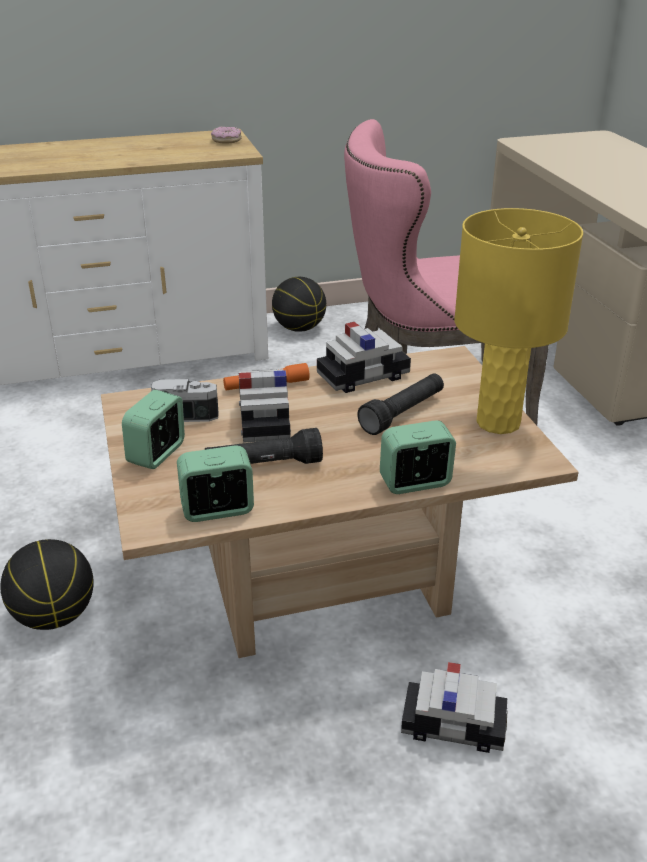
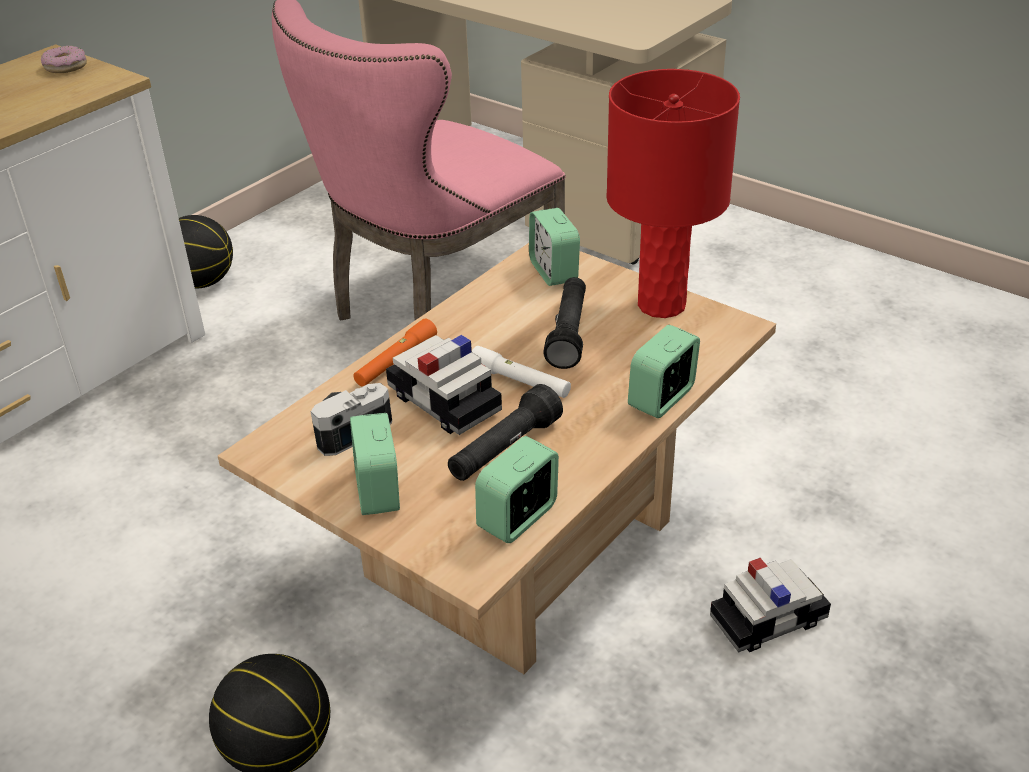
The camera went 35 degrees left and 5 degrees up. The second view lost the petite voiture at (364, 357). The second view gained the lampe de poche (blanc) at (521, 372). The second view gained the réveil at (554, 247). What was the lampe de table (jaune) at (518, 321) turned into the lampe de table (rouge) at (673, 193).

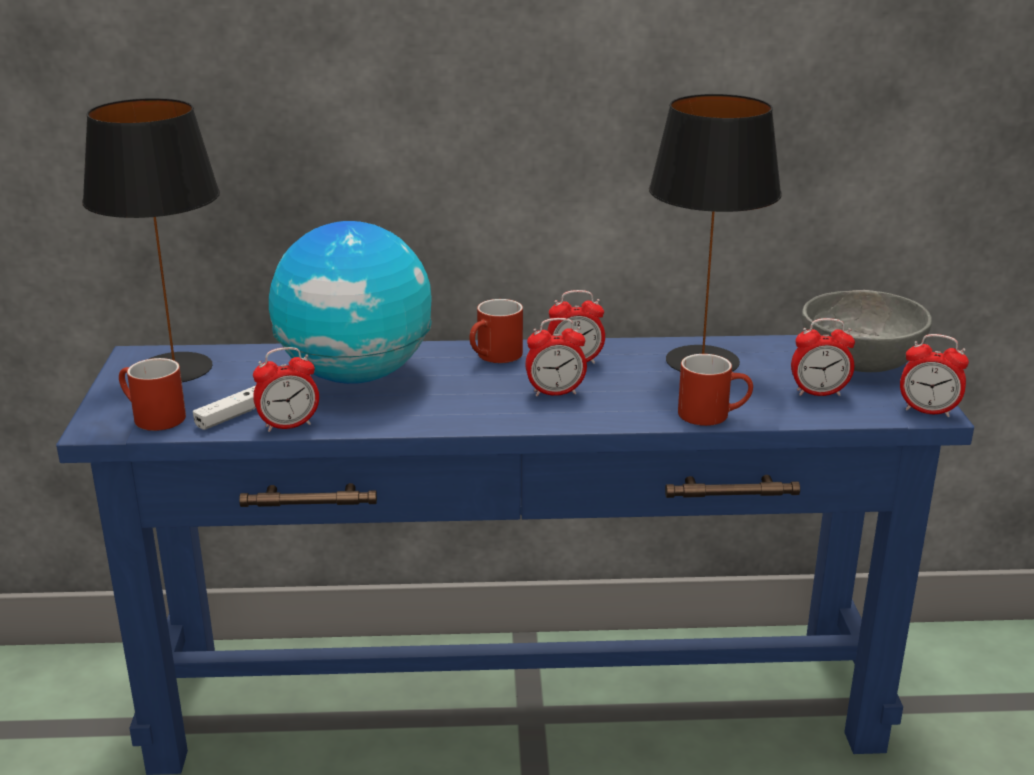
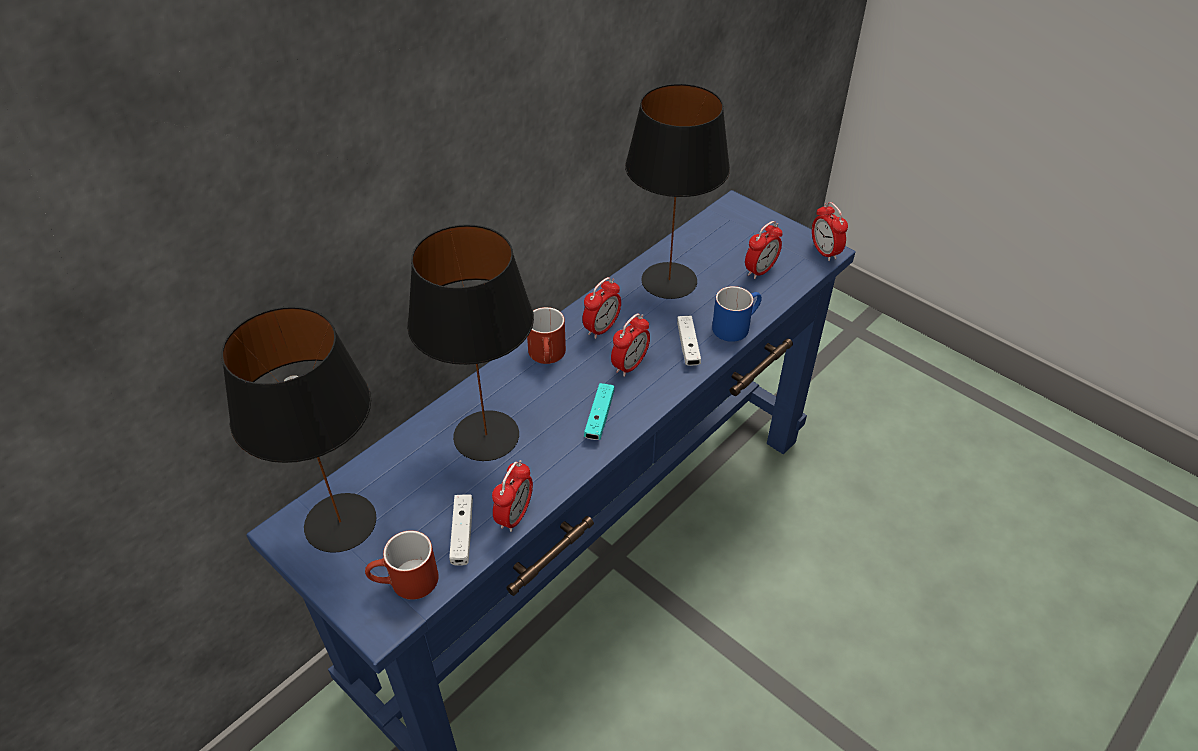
The camera went 45 degrees left and 20 degrees up. The second view lost the bol (gris) at (867, 331). The second view gained the manette (turquoise) at (599, 411). The second view gained the manette (blanc) at (689, 341). Where the globe stood at (350, 302), the lampe de table (noir) came to stand at (470, 342). What was the mug (rouge) at (715, 390) turned into the mug (bleu) at (737, 314). The réveil at (934, 375) ended up facing another way, 90 degrees clockwise from before.

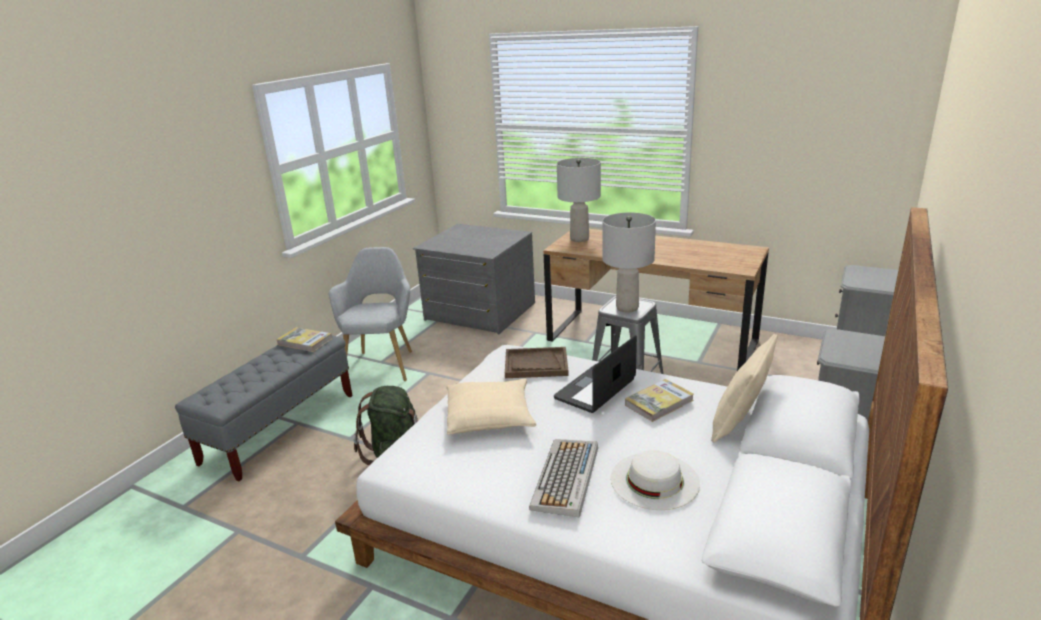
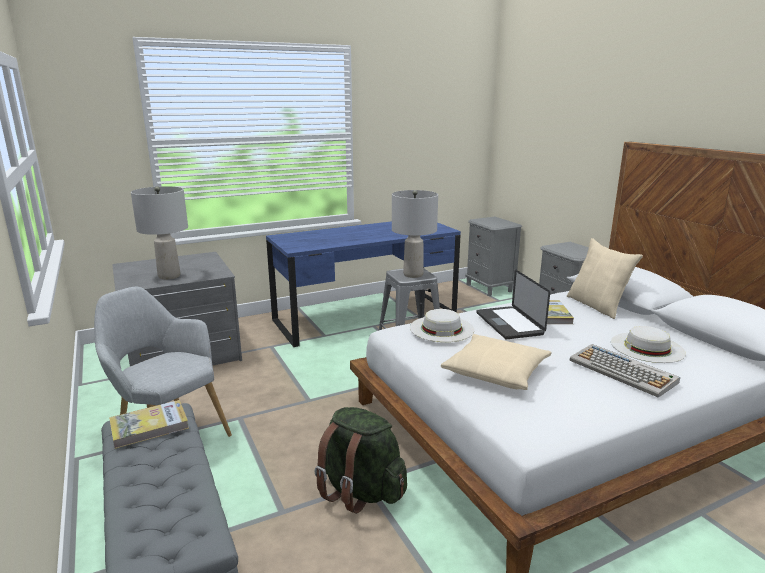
The camera went 55 degrees left and 5 degrees down. The lampe de table (gris) ended up elsewhere, having gone from (579, 200) to (159, 233). Where the plateau (marron) stood at (537, 362), the chapeau (blanc) came to stand at (442, 325). What was the bureau (marron) at (656, 300) turned into the bureau (bleu) at (363, 284).

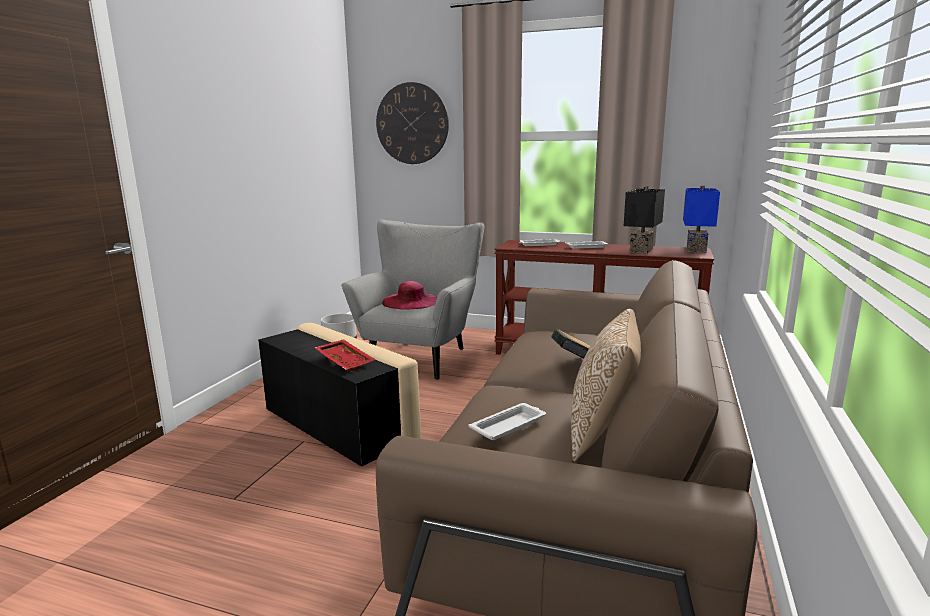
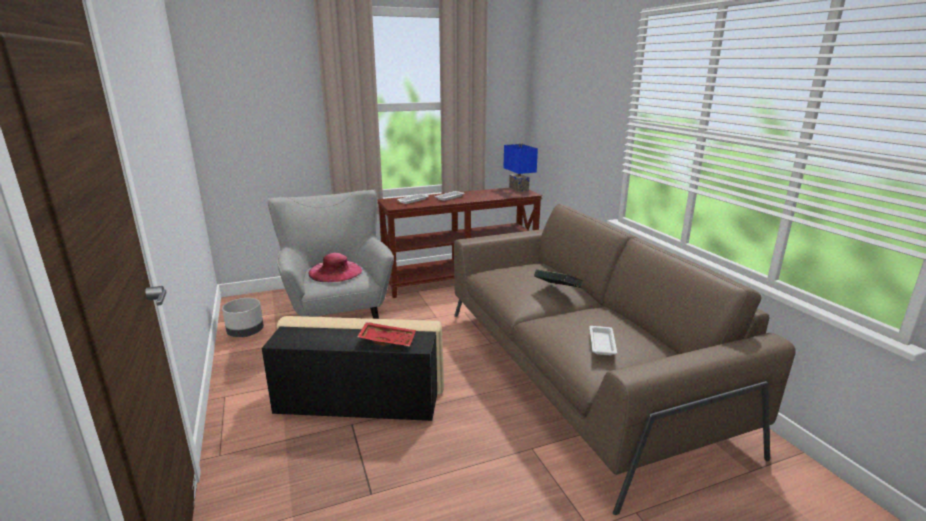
The camera went 40 degrees left and 5 degrees up. The second view lost the horloge murale at (412, 123). The second view lost the coussin at (606, 385). The second view lost the lampe de table (noir) at (644, 220).

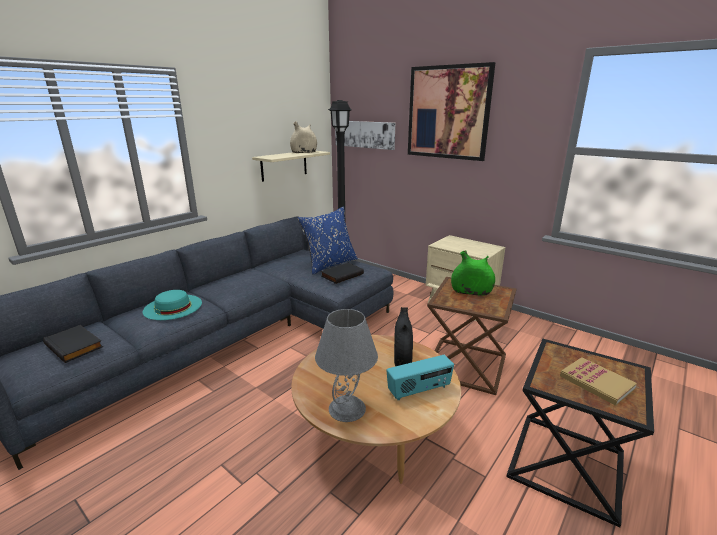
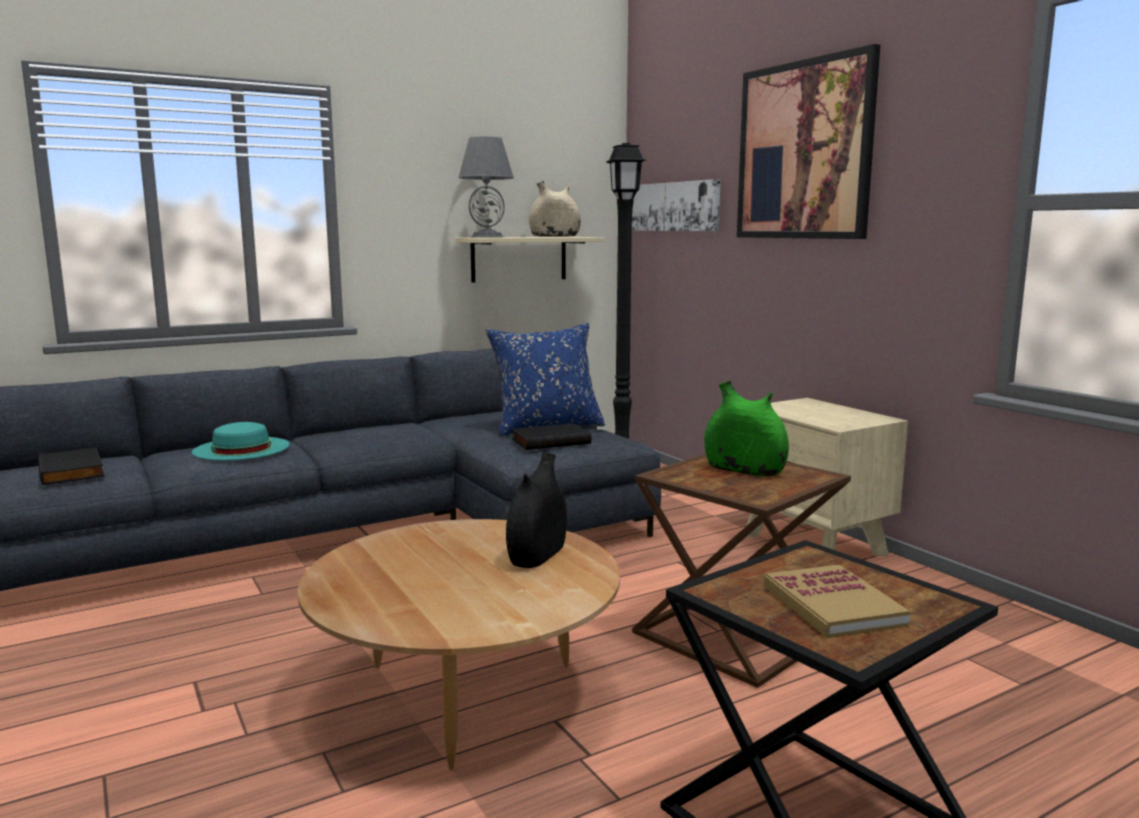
The camera went 20 degrees right and 10 degrees down. The second view lost the radio at (420, 377). The lampe de table (gris) ended up elsewhere, having gone from (346, 365) to (486, 186).

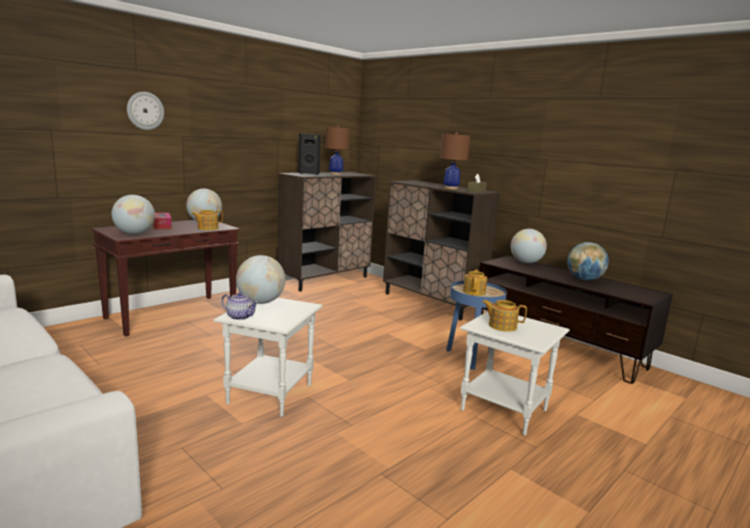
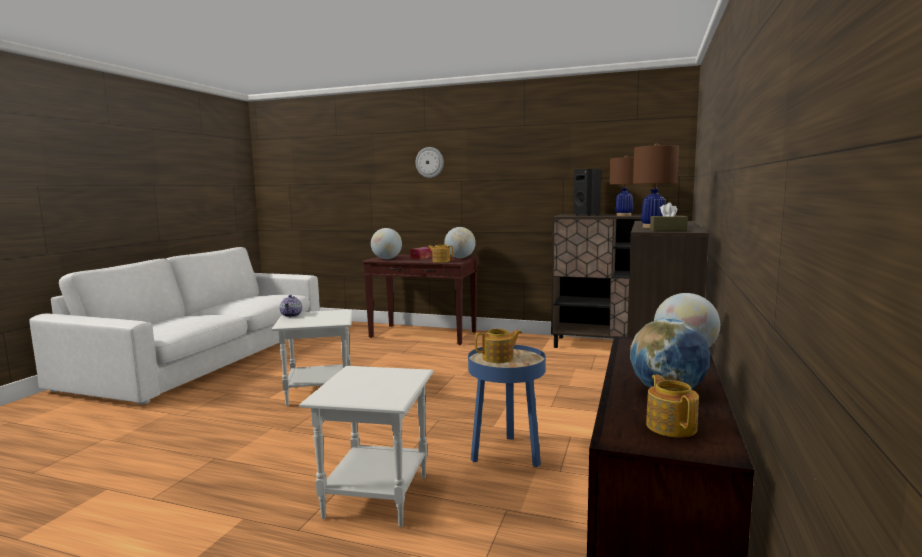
The camera went 65 degrees right and 5 degrees down. The second view lost the globe at (260, 279). The théière ended up elsewhere, having gone from (504, 316) to (672, 406).

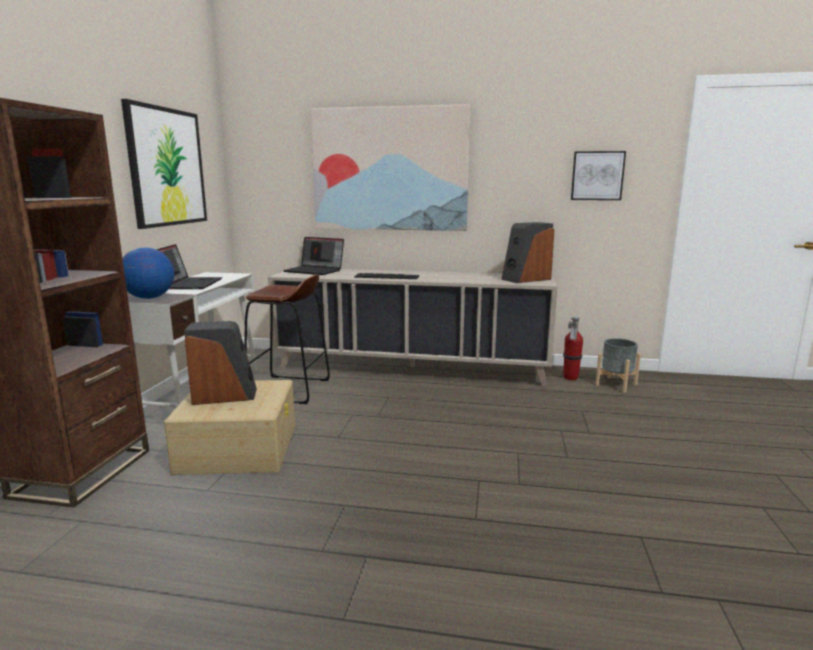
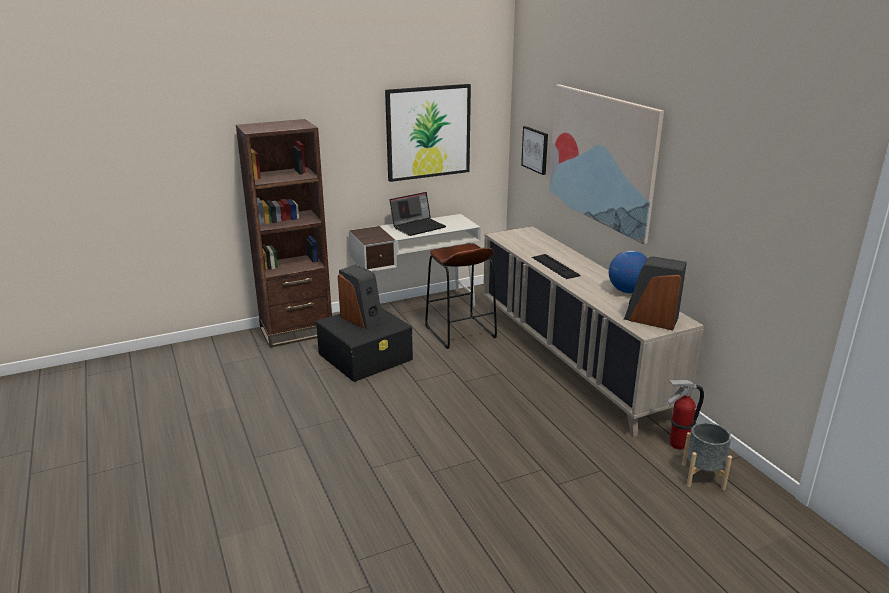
The camera went 55 degrees right and 10 degrees up. The second view lost the ordinateur portable at (313, 256). The globe ended up elsewhere, having gone from (148, 273) to (628, 271). The tableau ended up elsewhere, having gone from (598, 175) to (534, 150). What was the boîte de rangement (beige) at (229, 427) turned into the boîte de rangement (noir) at (364, 344).

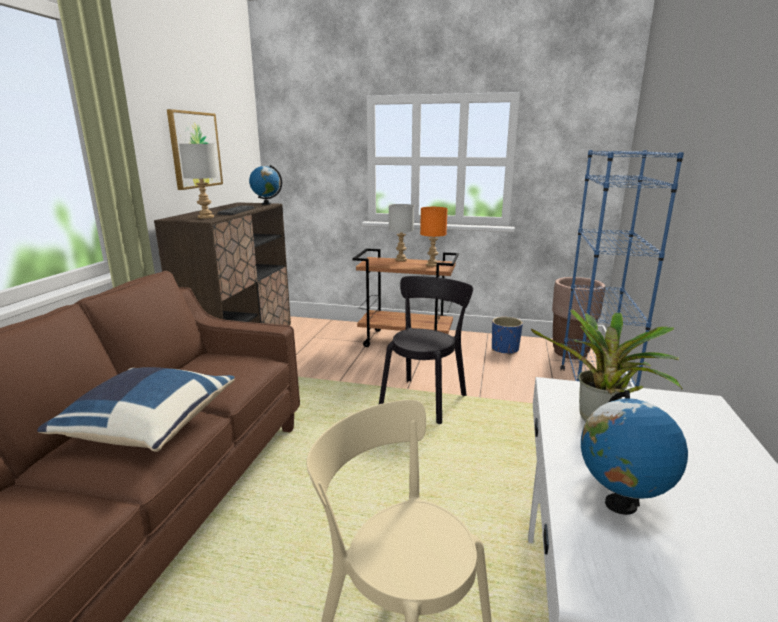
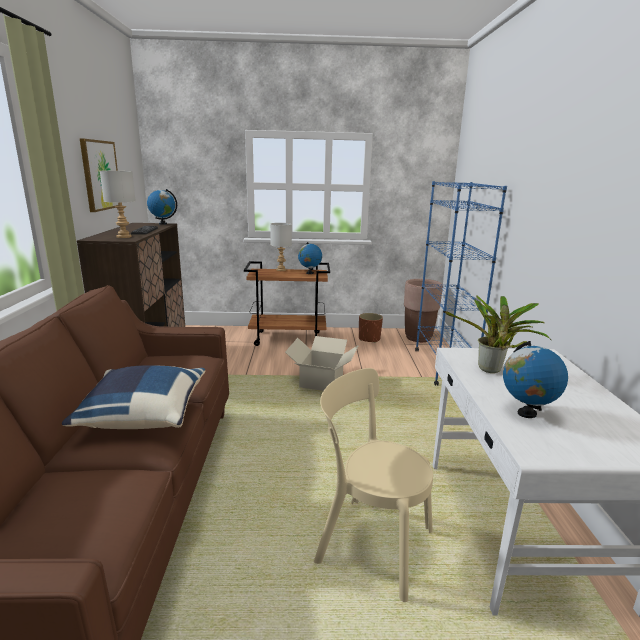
The camera went 15 degrees left and 0 degrees up. Where the chaise (noir) stood at (426, 350), the carton came to stand at (322, 363). Where the lampe de table (orange) stood at (434, 237), the globe came to stand at (310, 258). What was the cache-pot (bleu) at (507, 336) turned into the cache-pot (marron) at (371, 328).

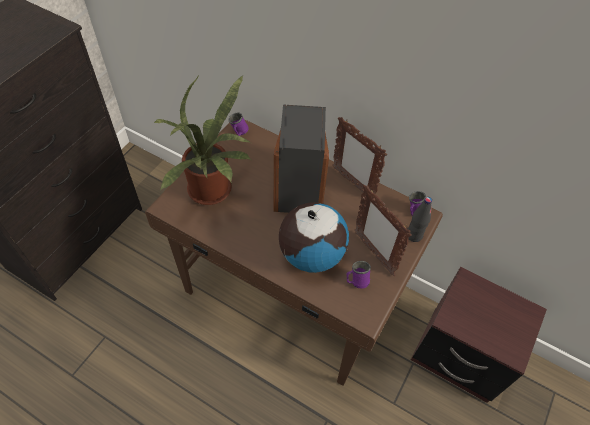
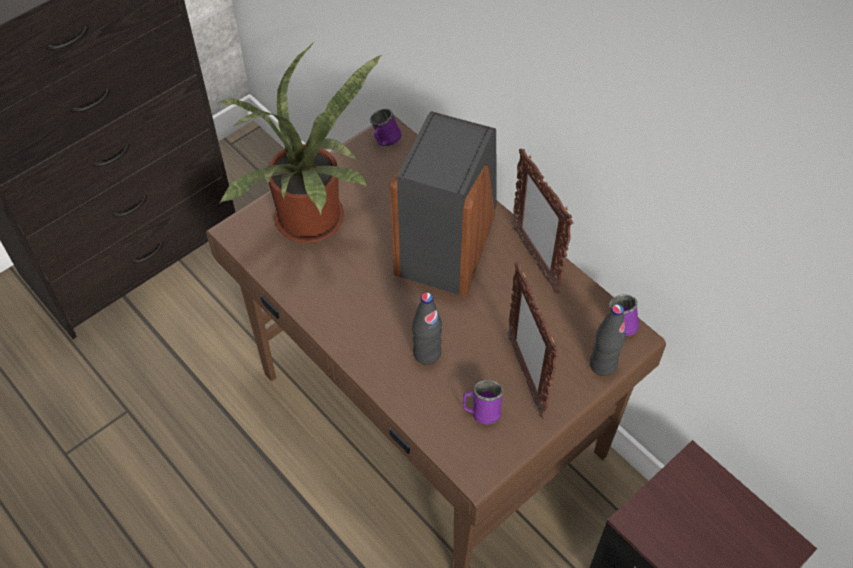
The camera went 20 degrees right and 0 degrees up. Where the globe stood at (314, 237), the bouteille (noir) came to stand at (427, 328).

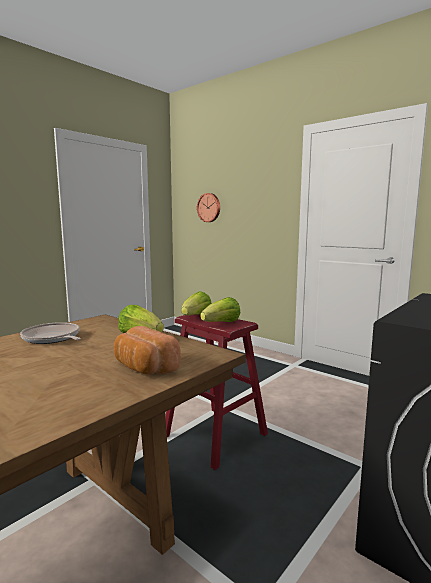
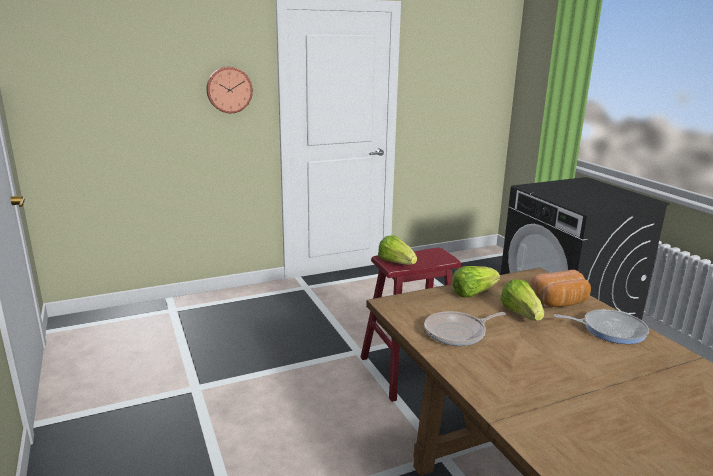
The camera went 65 degrees left and 10 degrees up. The second view gained the poêle at (601, 326). The horloge murale ended up elsewhere, having gone from (208, 207) to (229, 90). The laitue ended up elsewhere, having gone from (220, 309) to (522, 300).

